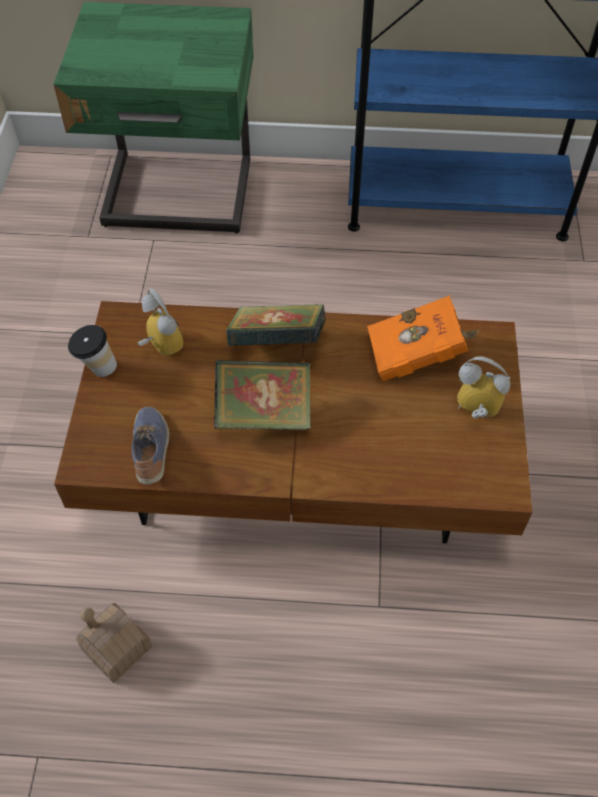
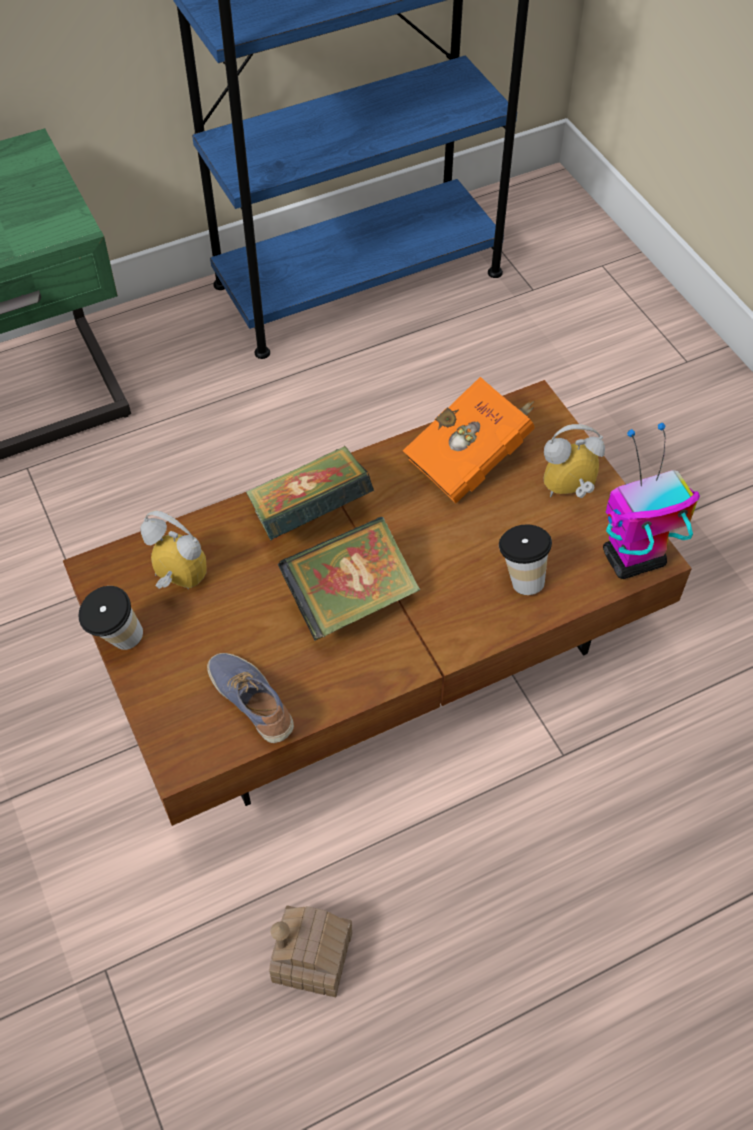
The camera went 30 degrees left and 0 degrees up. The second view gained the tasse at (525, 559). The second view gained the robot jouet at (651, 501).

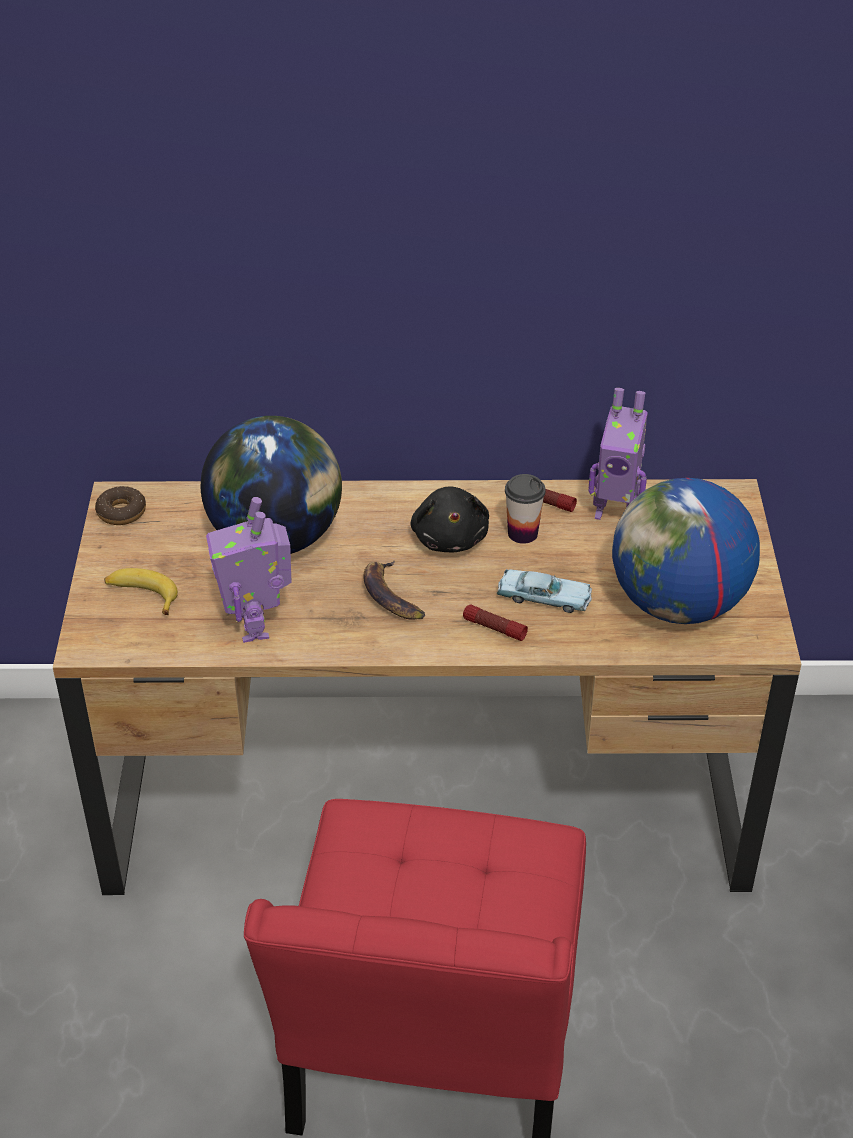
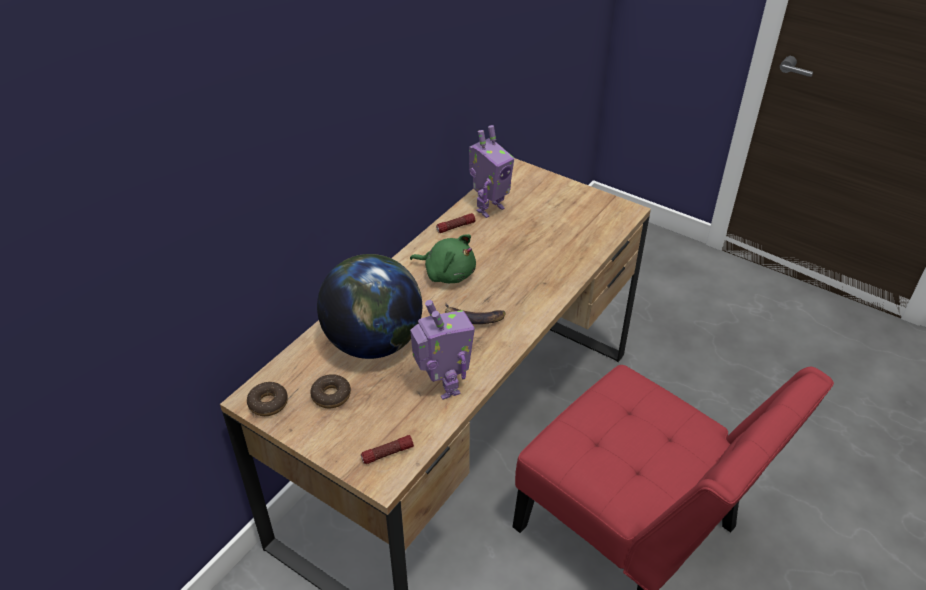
The camera went 55 degrees left and 0 degrees up. The second view lost the banane at (141, 591). The second view lost the petite voiture (bleu) at (544, 591). The second view lost the tasse at (525, 509). The second view lost the globe at (686, 551). The second view gained the beignet at (330, 391). The lampe de poche ended up elsewhere, having gone from (495, 622) to (387, 449). What was the peluche (noir) at (450, 519) turned into the peluche (vert) at (443, 258). The robot jouet at (248, 570) ended up facing another way, 135 degrees counterclockwise from before.

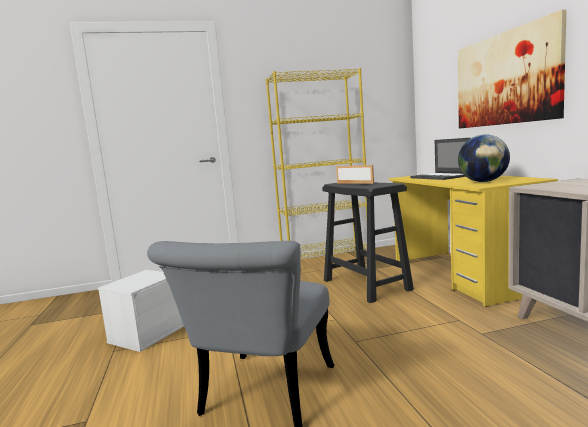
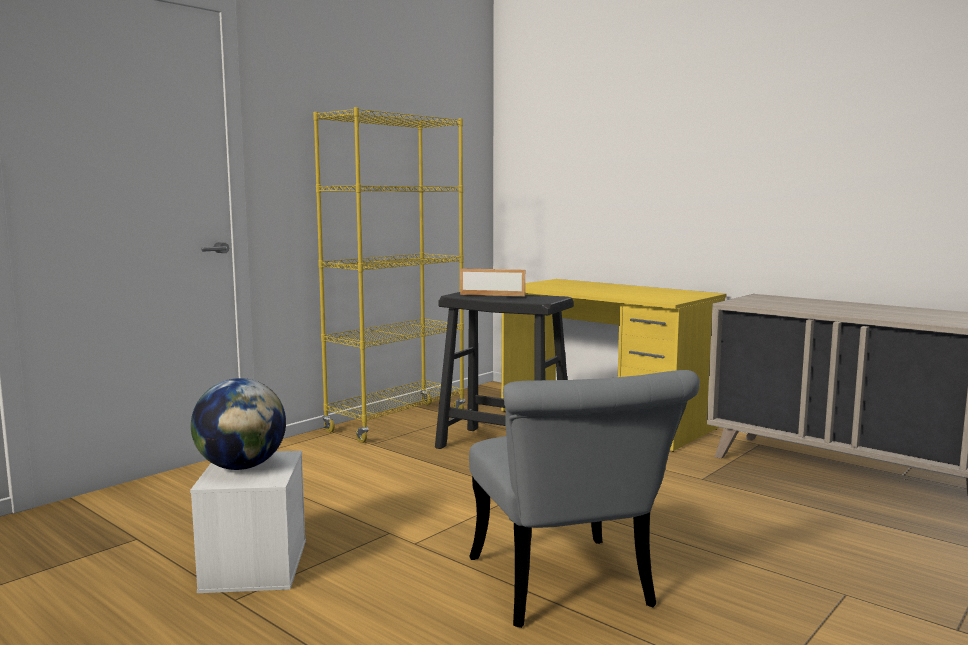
The camera went 35 degrees left and 0 degrees up. The second view lost the ordinateur portable at (440, 159). The second view lost the tableau at (512, 69). The globe ended up elsewhere, having gone from (484, 158) to (238, 424).

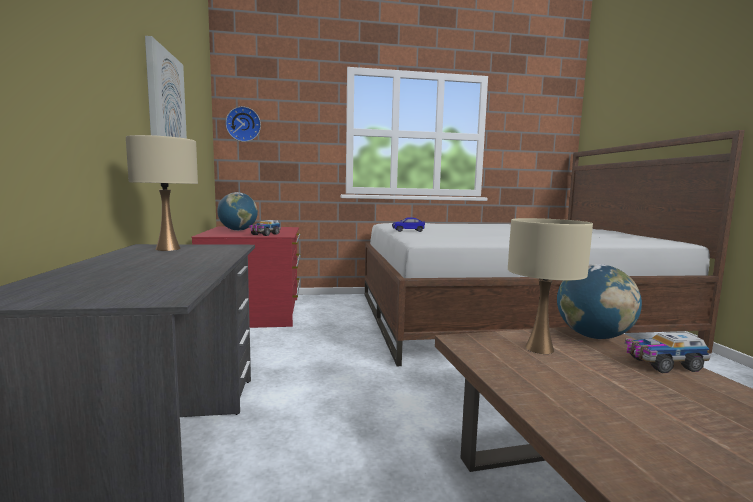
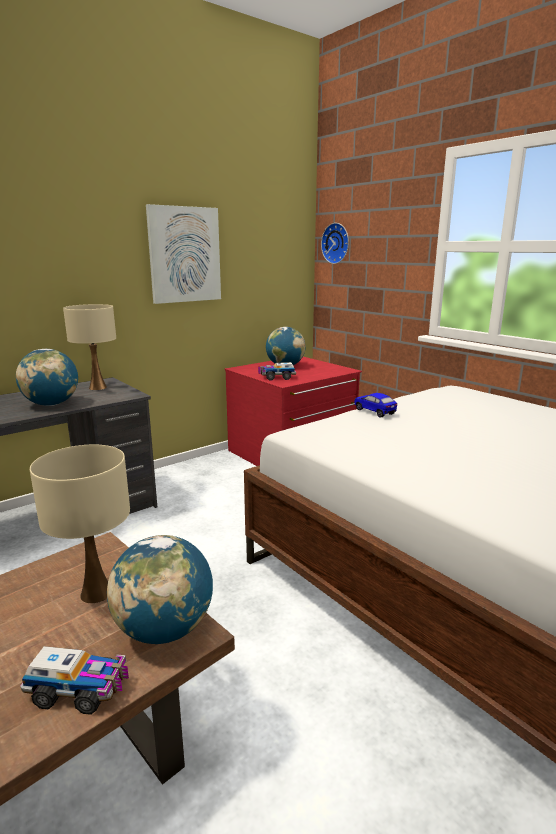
The camera went 60 degrees right and 10 degrees up. The second view gained the globe at (47, 377). The camion jouet at (668, 353) ended up facing another way, 135 degrees clockwise from before.

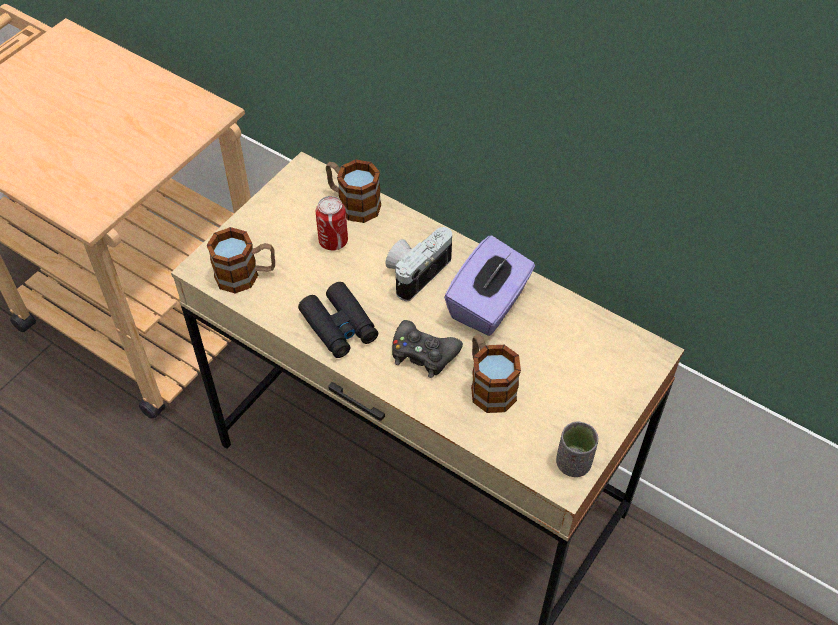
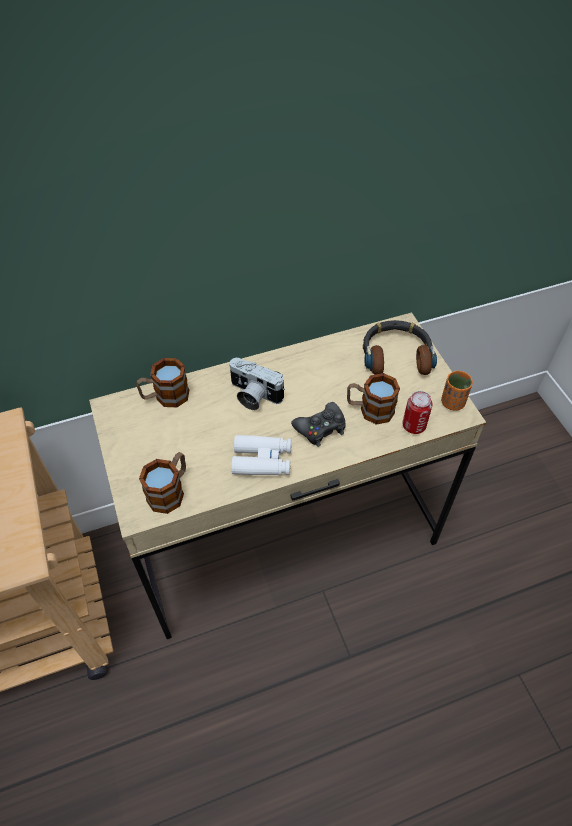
The camera went 55 degrees left and 0 degrees up. The second view lost the boîte à mouchoirs (violet) at (489, 285). The second view gained the casque audio at (400, 347). The boîte métallique ended up elsewhere, having gone from (332, 223) to (417, 412). What was the jumelles (noir) at (338, 320) turned into the jumelles (blanc) at (261, 455). What was the tasse (gris) at (577, 449) turned into the tasse (orange) at (457, 390). The appareil photo at (418, 264) ended up facing another way, 45 degrees counterclockwise from before.

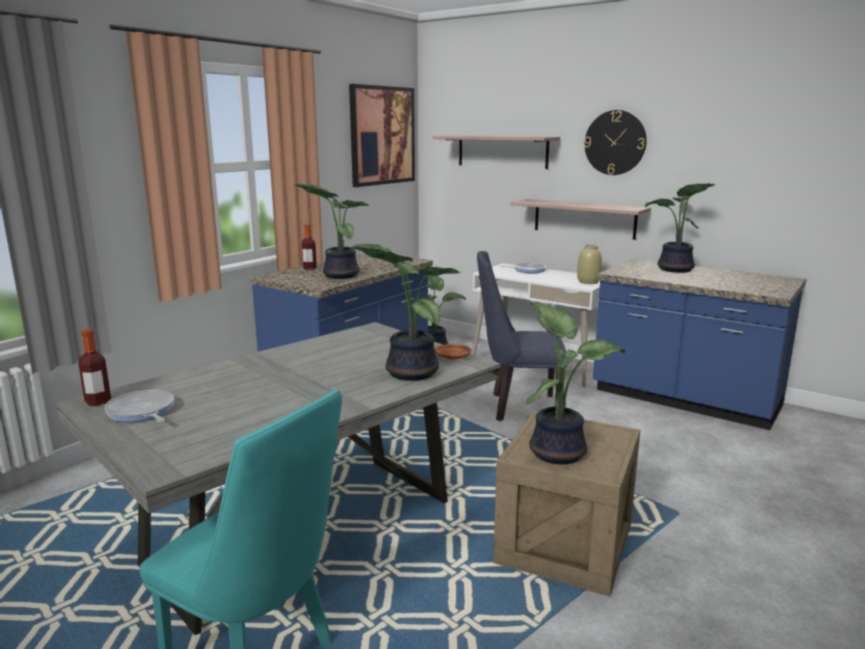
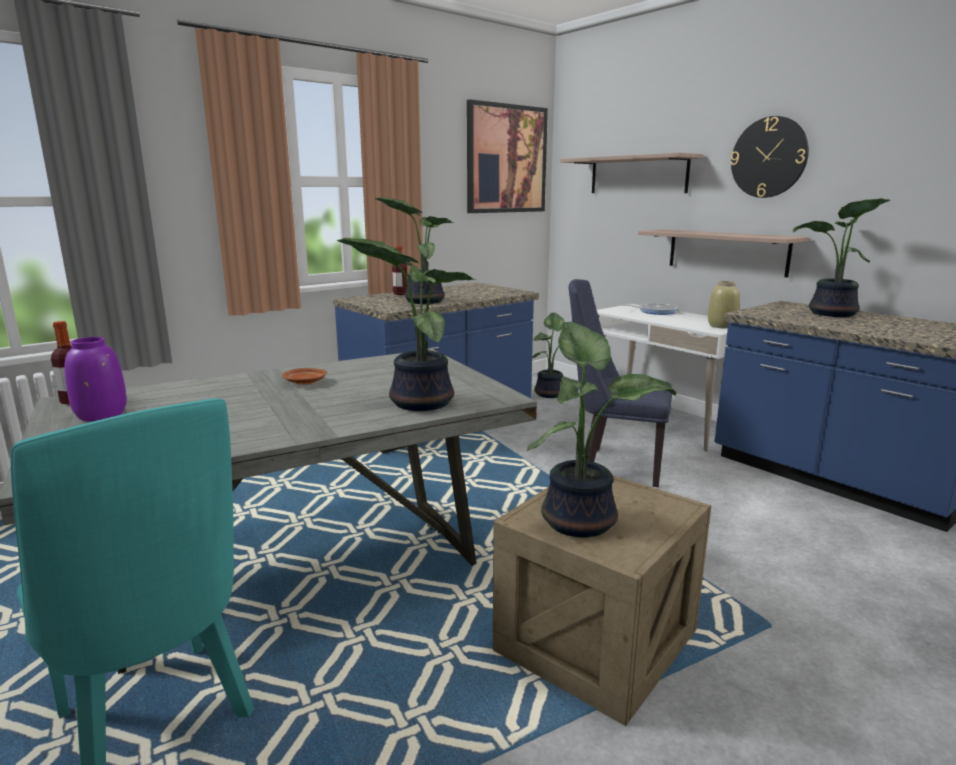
The camera went 15 degrees right and 0 degrees up. The assiette (marron) ended up elsewhere, having gone from (453, 352) to (304, 376). Where the poêle stood at (139, 406), the vase (violet) came to stand at (96, 379).

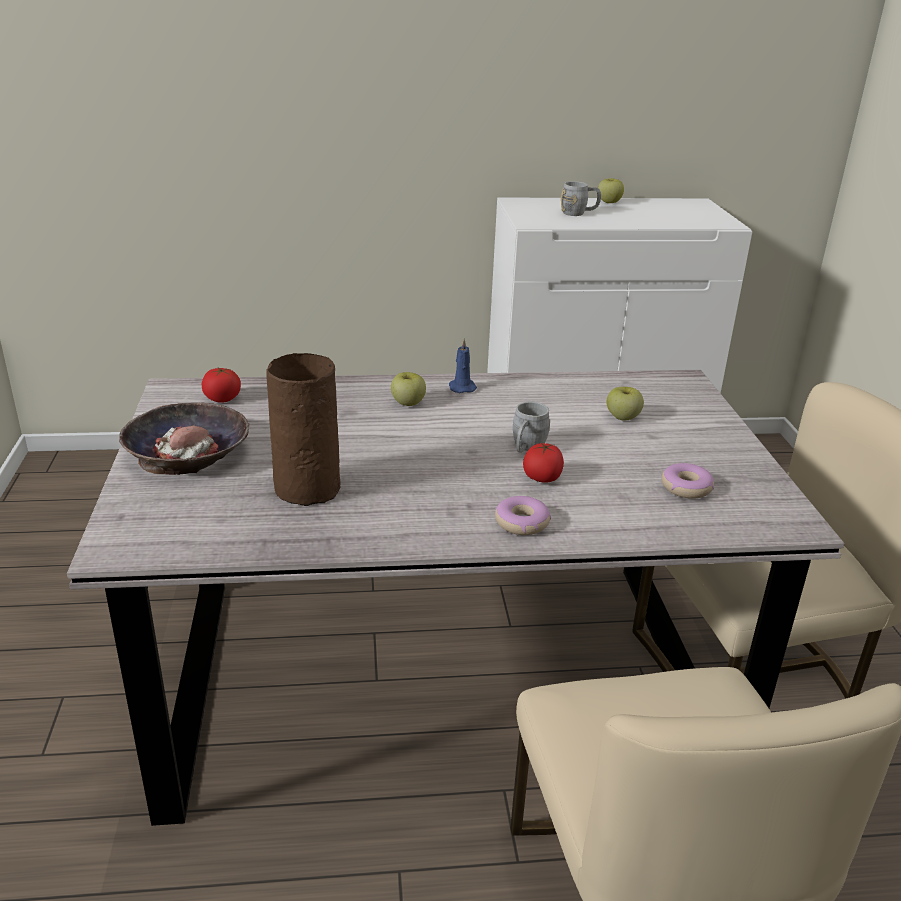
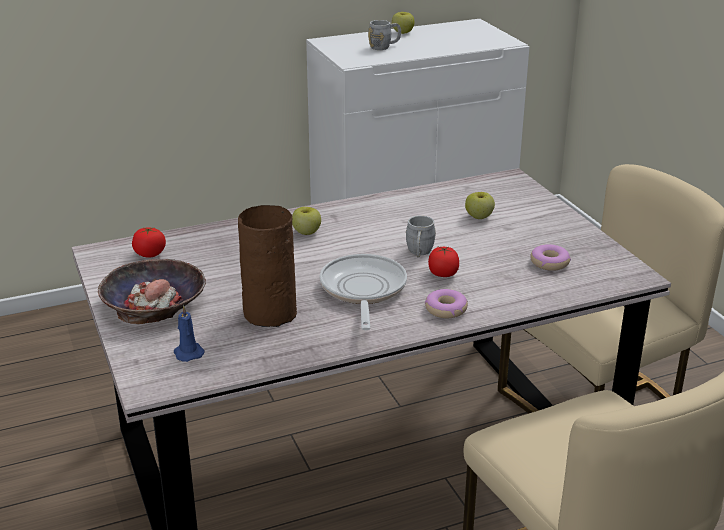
The camera went 15 degrees left and 0 degrees up. The second view gained the poêle at (363, 292). The bougie (bleu) ended up elsewhere, having gone from (463, 365) to (189, 333).

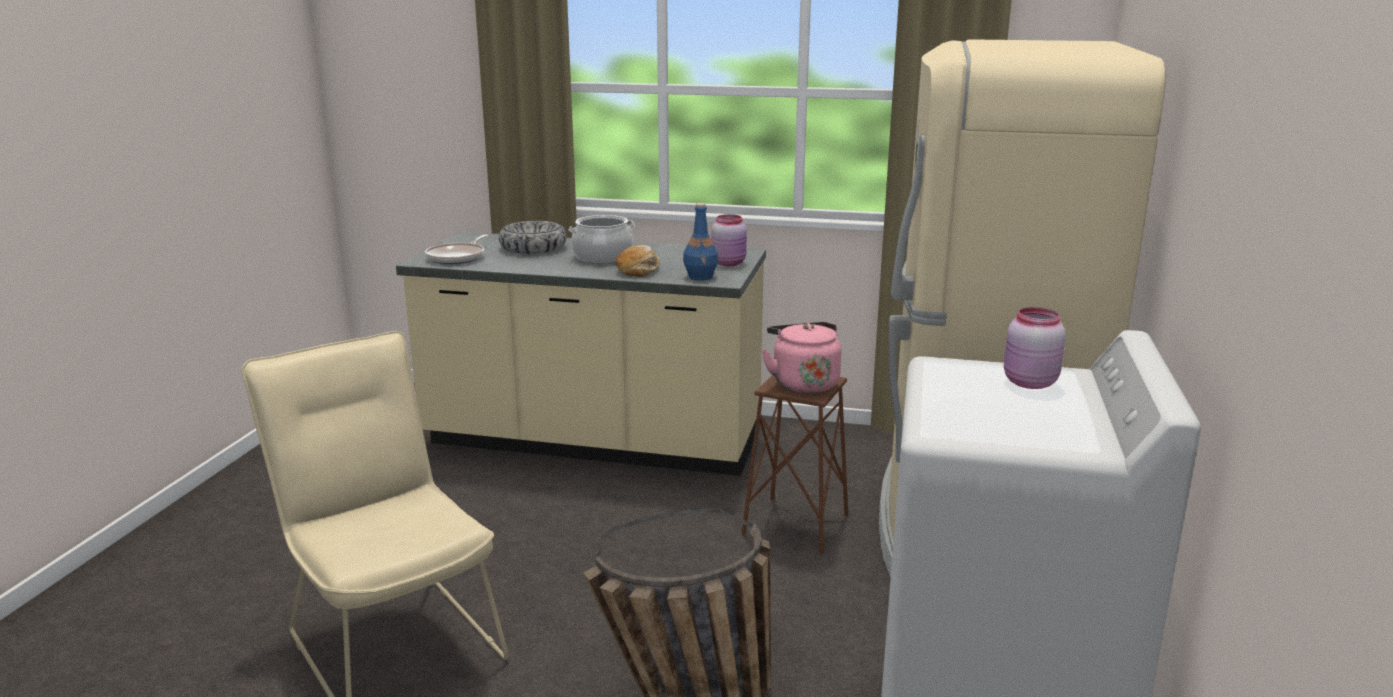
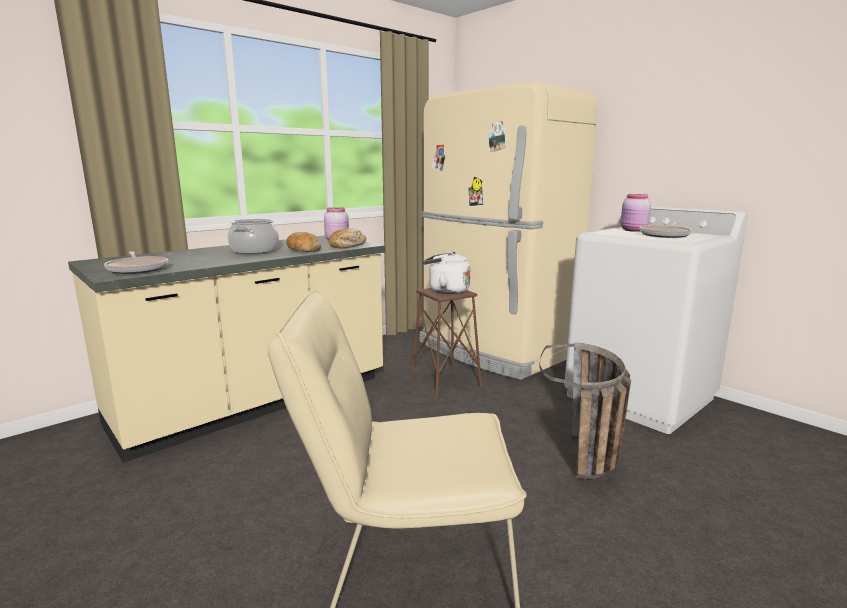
The camera went 55 degrees left and 5 degrees down. The second view lost the bol at (533, 237). The second view gained the poêle at (665, 230). Where the bouteille (bleu) stood at (700, 241), the pain came to stand at (347, 238). What was the bouilloire (rose) at (801, 357) turned into the bouilloire (blanc) at (446, 273).

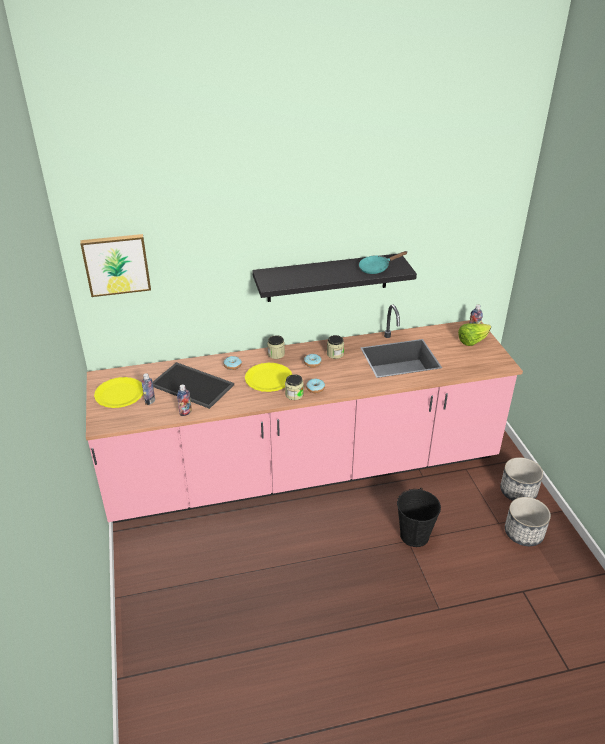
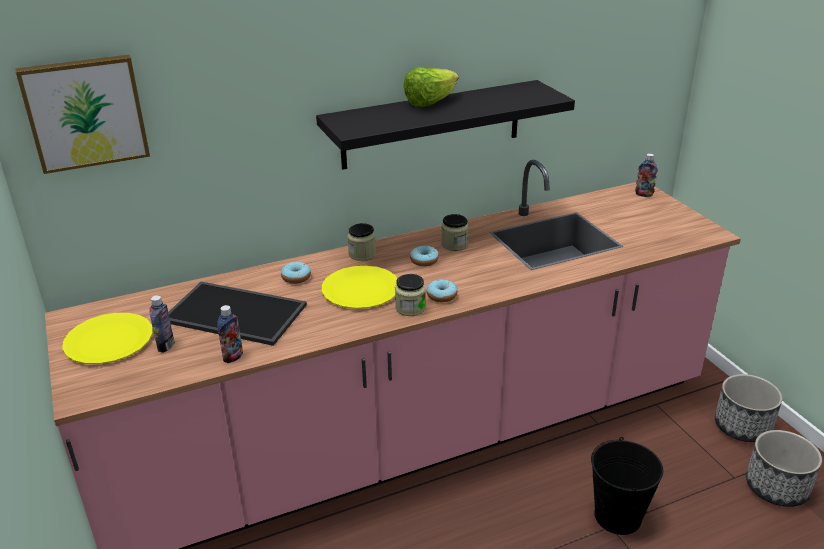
The camera went 10 degrees left and 5 degrees down. The second view lost the poêle (turquoise) at (383, 262). The laitue ended up elsewhere, having gone from (474, 334) to (431, 87).

